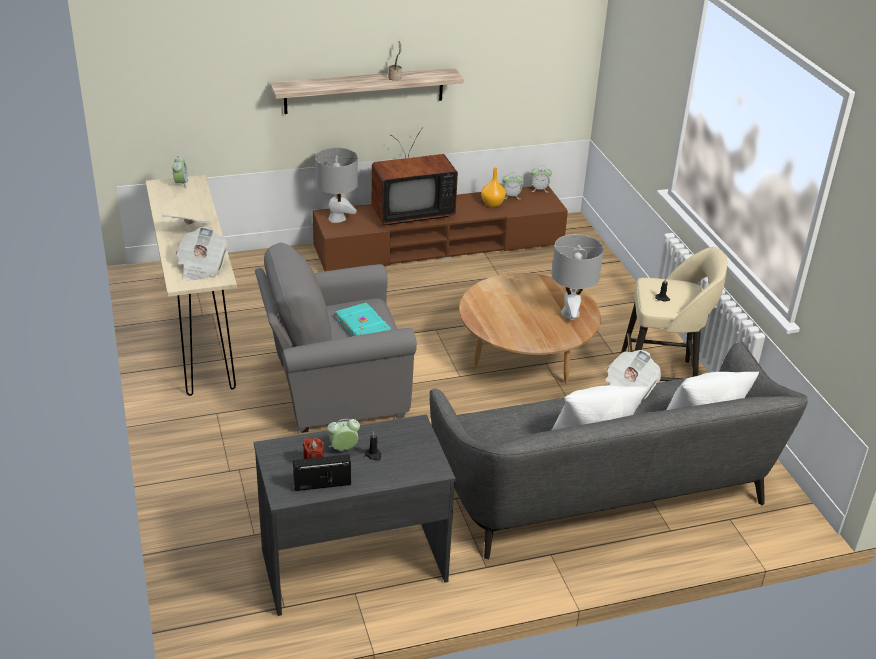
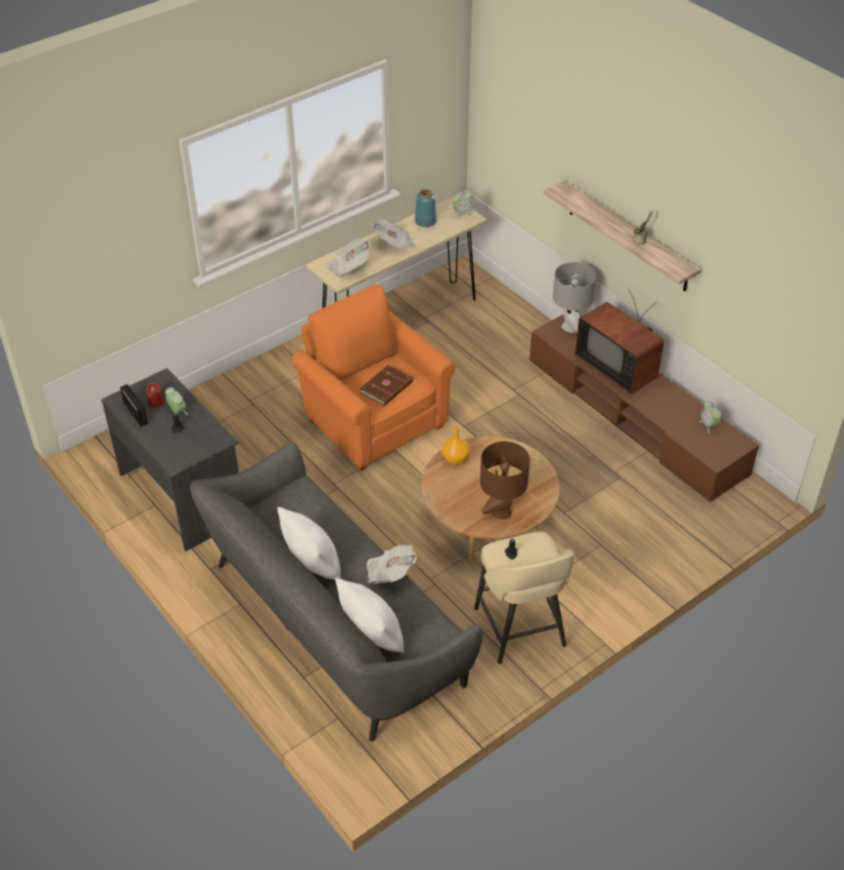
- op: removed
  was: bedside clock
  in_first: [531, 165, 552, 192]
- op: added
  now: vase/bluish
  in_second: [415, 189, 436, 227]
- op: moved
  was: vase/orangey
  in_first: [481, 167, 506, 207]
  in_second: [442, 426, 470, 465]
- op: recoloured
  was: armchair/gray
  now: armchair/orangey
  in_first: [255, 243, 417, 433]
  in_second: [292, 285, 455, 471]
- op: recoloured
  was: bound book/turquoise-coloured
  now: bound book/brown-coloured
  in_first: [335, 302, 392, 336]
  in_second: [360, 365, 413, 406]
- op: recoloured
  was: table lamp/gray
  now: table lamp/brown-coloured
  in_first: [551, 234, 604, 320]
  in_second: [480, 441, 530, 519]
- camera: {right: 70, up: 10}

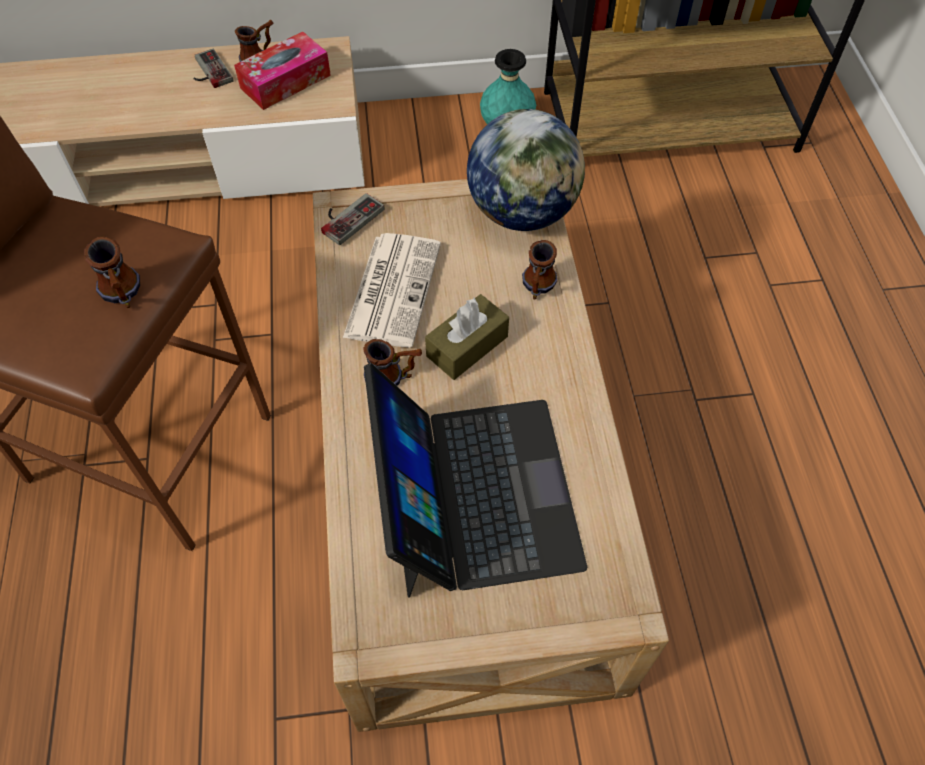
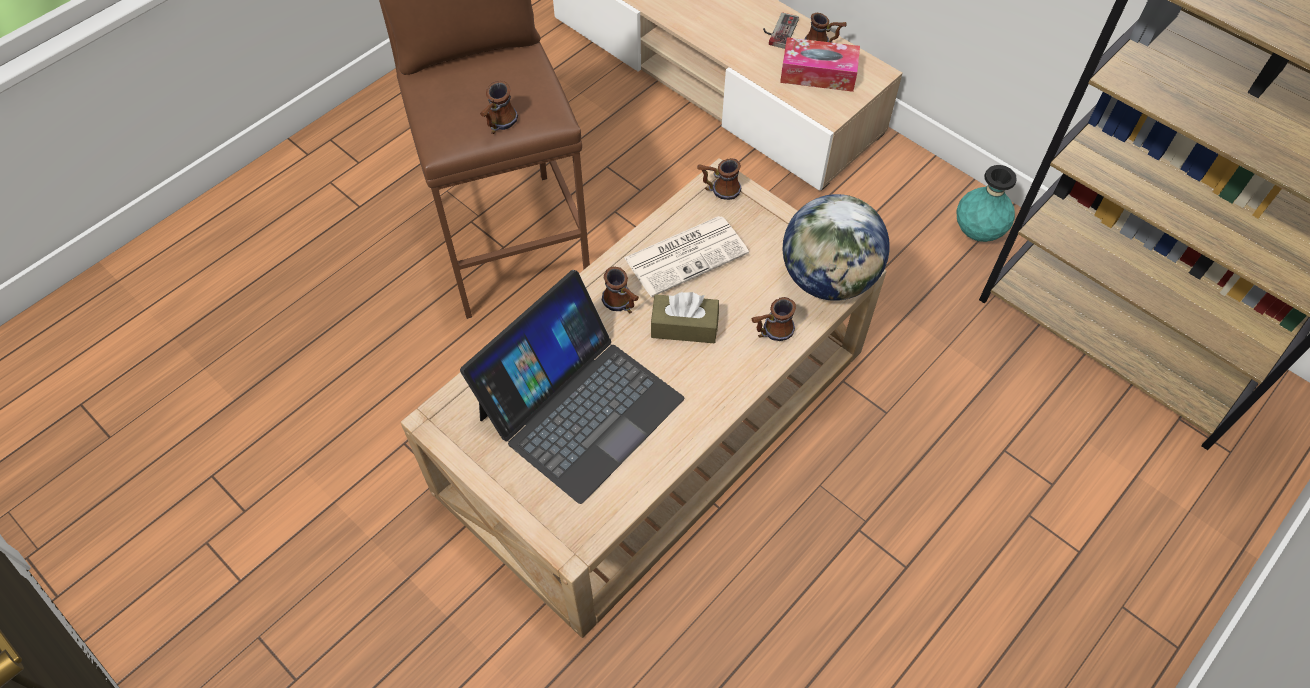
- op: replaced
  was: joypad
  now: mug
  in_first: [321, 193, 385, 245]
  in_second: [697, 158, 741, 200]
- camera: {right: 50, up: 0}

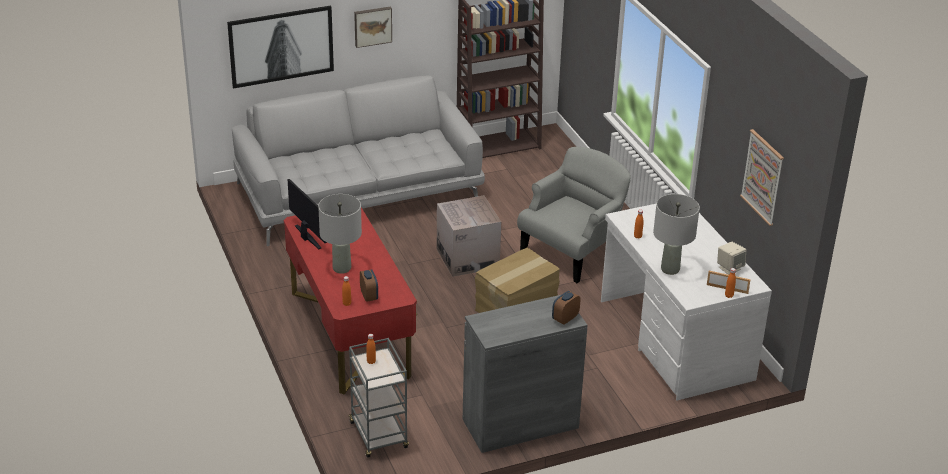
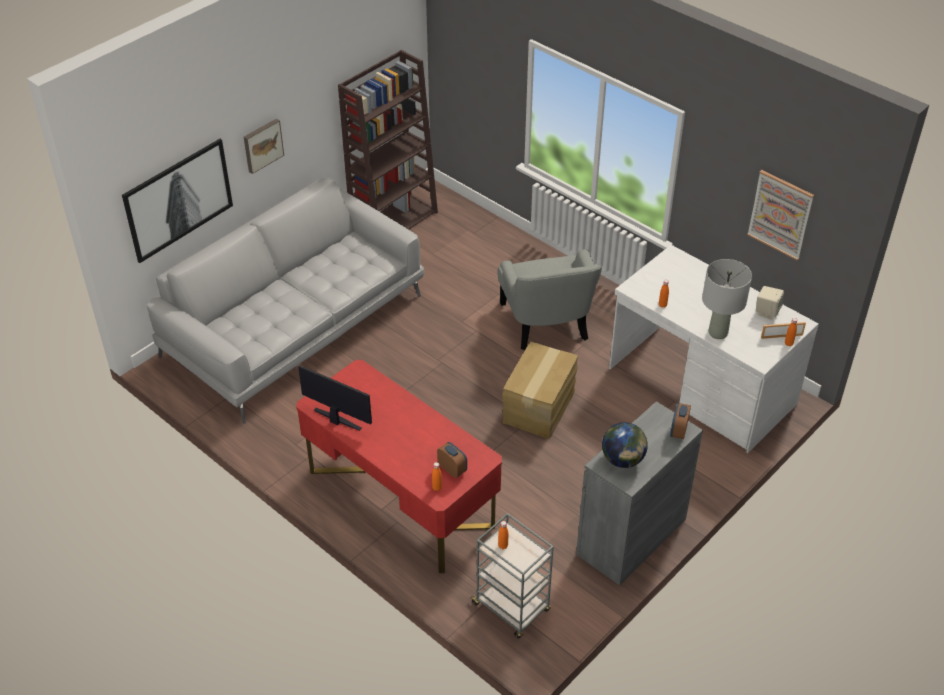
- op: removed
  was: table lamp/gray
  in_first: [318, 194, 362, 274]
- op: removed
  was: packing box
  in_first: [437, 195, 501, 277]
- op: added
  now: world globe
  in_second: [602, 422, 648, 468]
- op: turned
  was: armchair/gray
  in_first: [517, 147, 631, 283]
  in_second: [498, 249, 602, 350]
  clockwise: 150
- camera: {right: -25, up: 10}

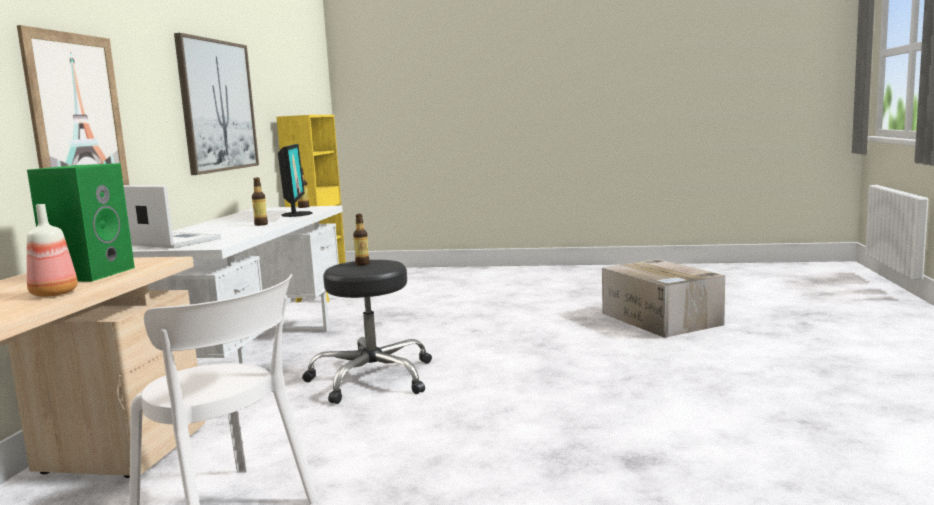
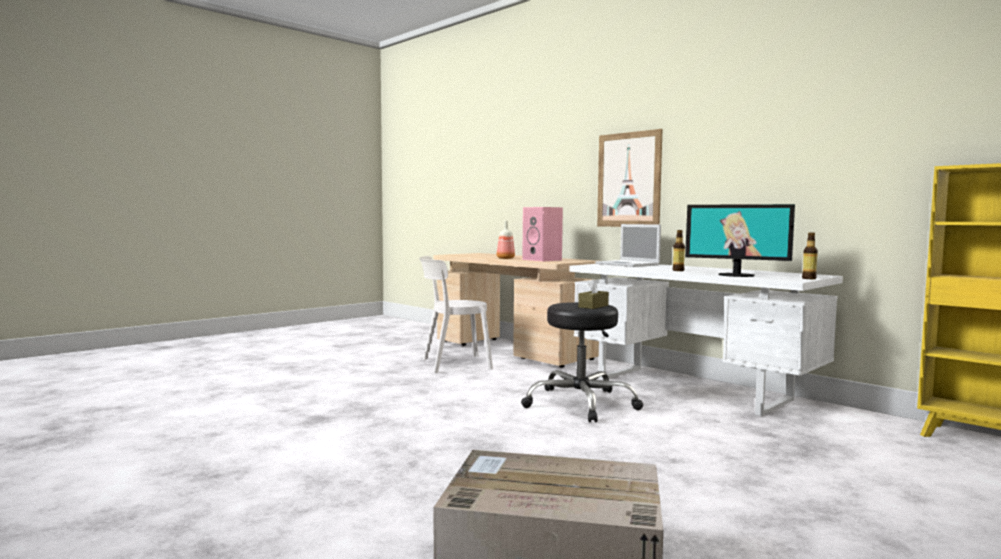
- op: removed
  was: wall art
  in_first: [174, 33, 259, 175]
- op: replaced
  was: bottle
  now: tissue box/brown-coloured
  in_first: [353, 214, 370, 265]
  in_second: [578, 279, 609, 309]
- op: recoloured
  was: loudspeaker/green-coloured
  now: loudspeaker/pink-coloured
  in_first: [27, 163, 135, 281]
  in_second: [522, 207, 563, 261]
- op: turned
  was: laptop
  in_first: [123, 185, 221, 248]
  in_second: [596, 224, 661, 267]
  clockwise: 75
- camera: {right: 125, up: -5}

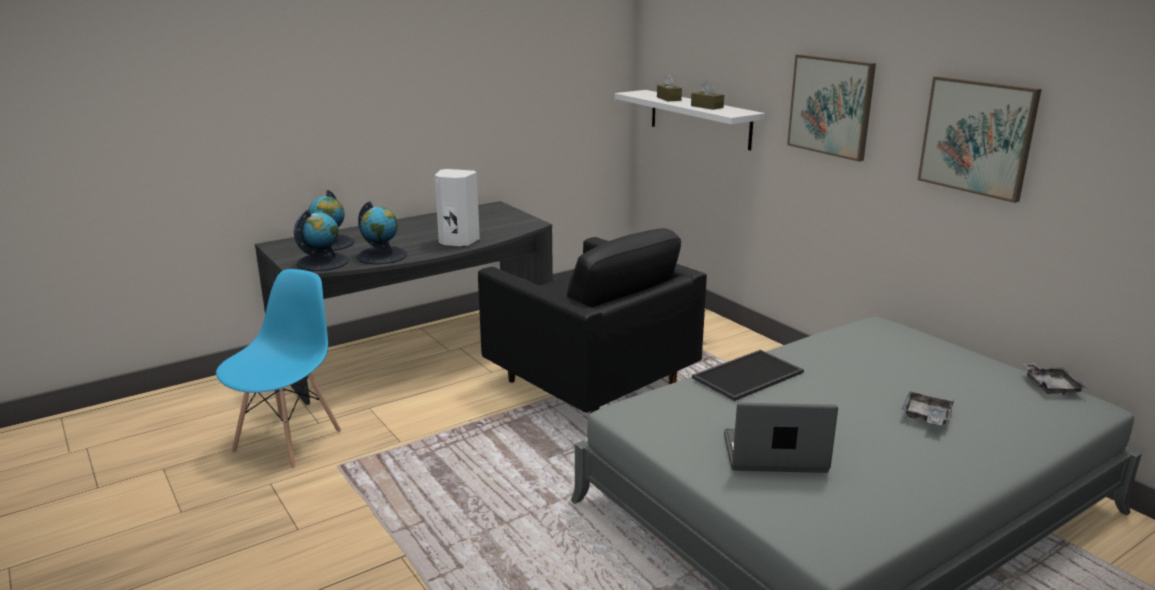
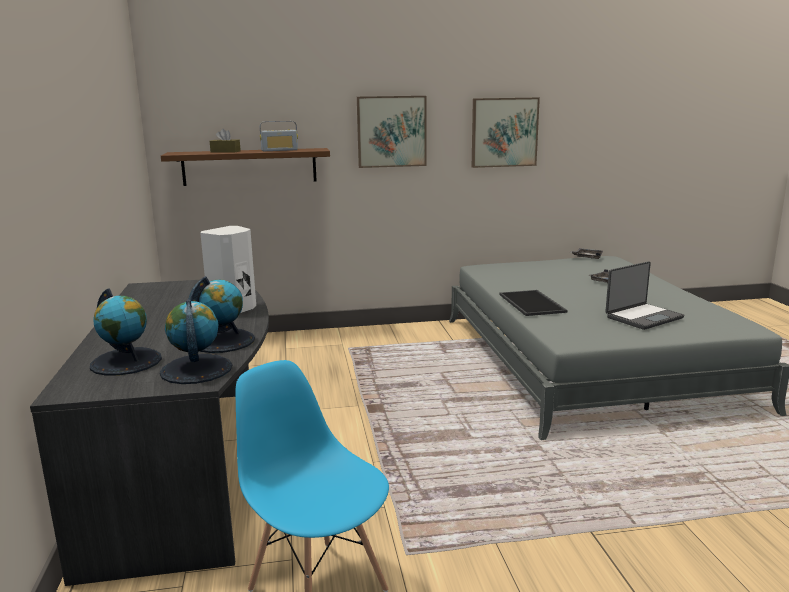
- op: removed
  was: armchair/black-coloured
  in_first: [478, 228, 707, 414]
- op: replaced
  was: tissue box/brown-coloured
  now: radio set
  in_first: [691, 81, 724, 110]
  in_second: [260, 121, 298, 151]
- op: recoloured
  was: bracket shelf/white-coloured
  now: bracket shelf/brown-coloured
  in_first: [614, 90, 765, 151]
  in_second: [161, 148, 330, 186]
- op: turned
  was: laptop
  in_first: [724, 403, 838, 473]
  in_second: [605, 261, 684, 330]
  clockwise: -150
- camera: {right: -65, up: -5}

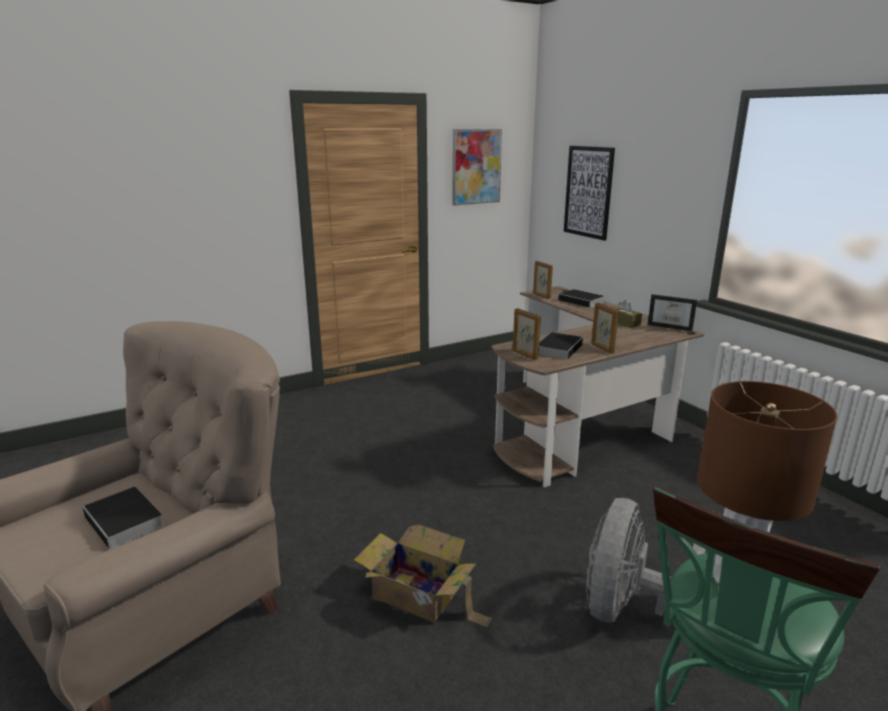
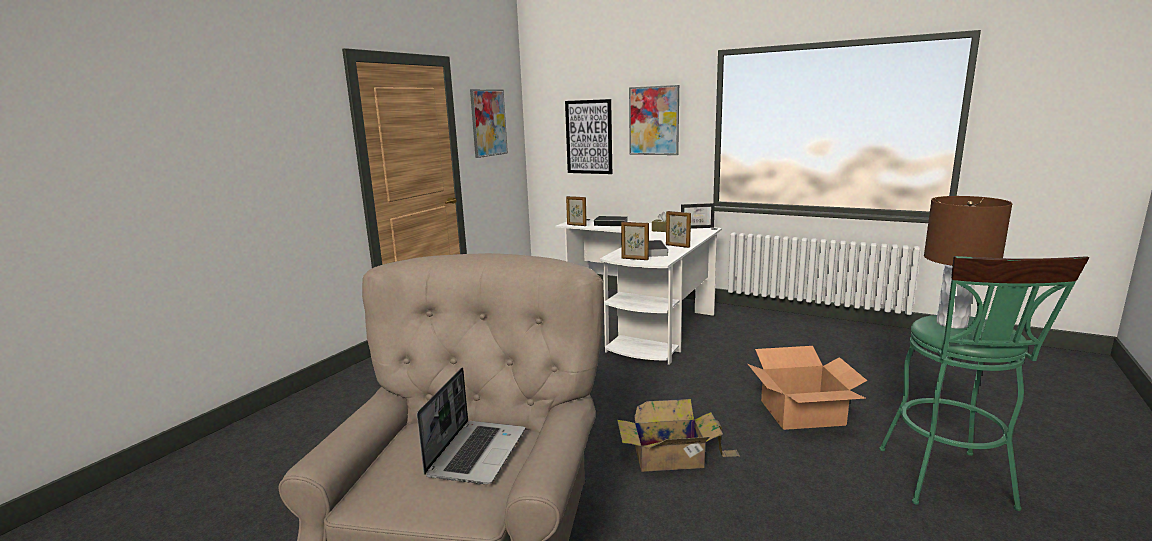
- op: added
  now: wall art
  in_second: [629, 85, 679, 155]
- op: replaced
  was: bound book
  now: laptop
  in_first: [82, 487, 164, 550]
  in_second: [417, 368, 525, 484]
- op: replaced
  was: fan/gray
  now: packing box
  in_first: [586, 498, 706, 623]
  in_second: [748, 346, 867, 430]
- op: recoloured
  was: desk unit/brown-coloured
  now: desk unit/white-coloured
  in_first: [492, 286, 704, 487]
  in_second: [555, 218, 722, 365]
- camera: {right: -30, up: -5}

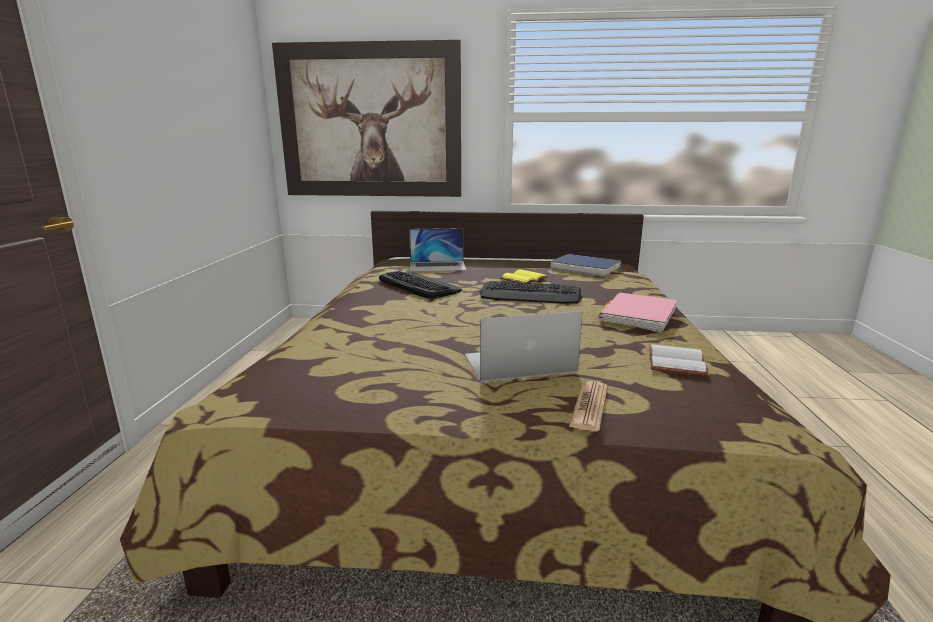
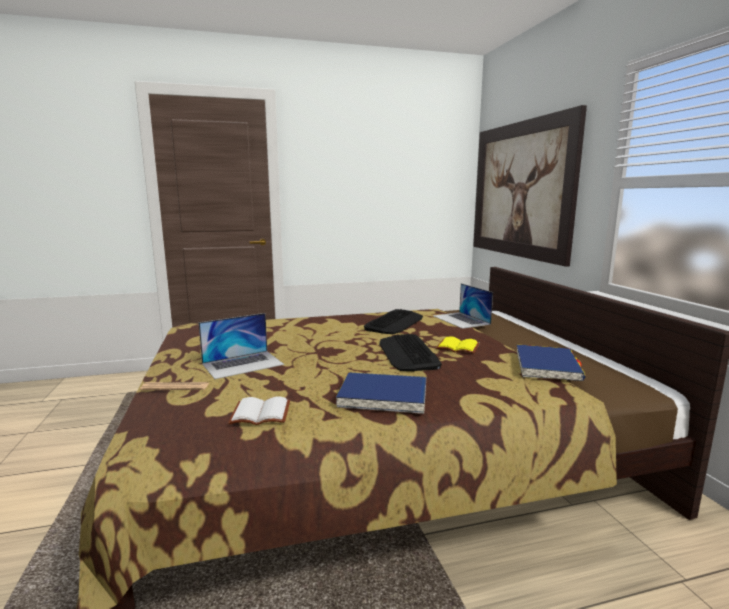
- op: recoloured
  was: bound book/pink-coloured
  now: bound book/bluish
  in_first: [598, 293, 678, 333]
  in_second: [336, 372, 426, 414]
- op: turned
  was: laptop
  in_first: [465, 311, 582, 382]
  in_second: [198, 313, 284, 379]
  clockwise: 90
- camera: {right: 70, up: -5}

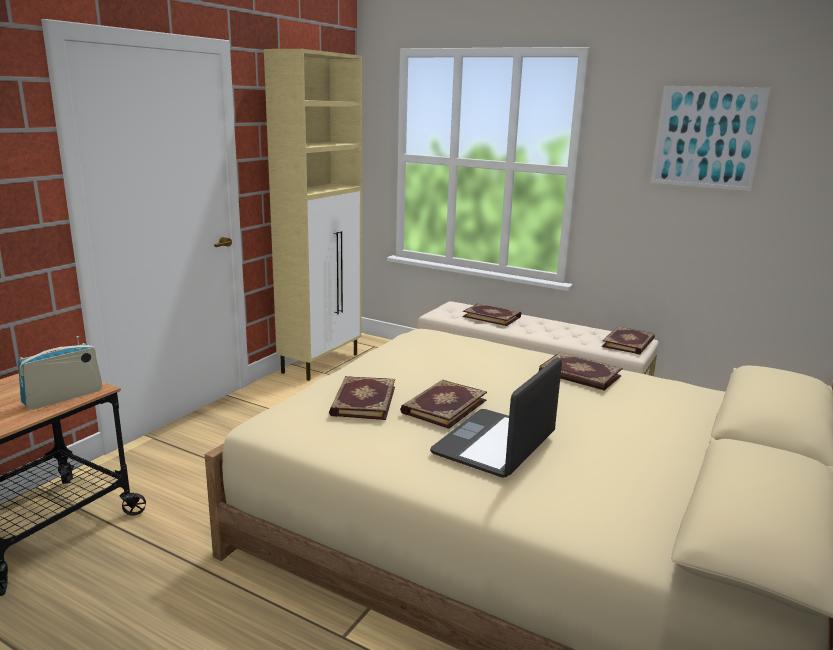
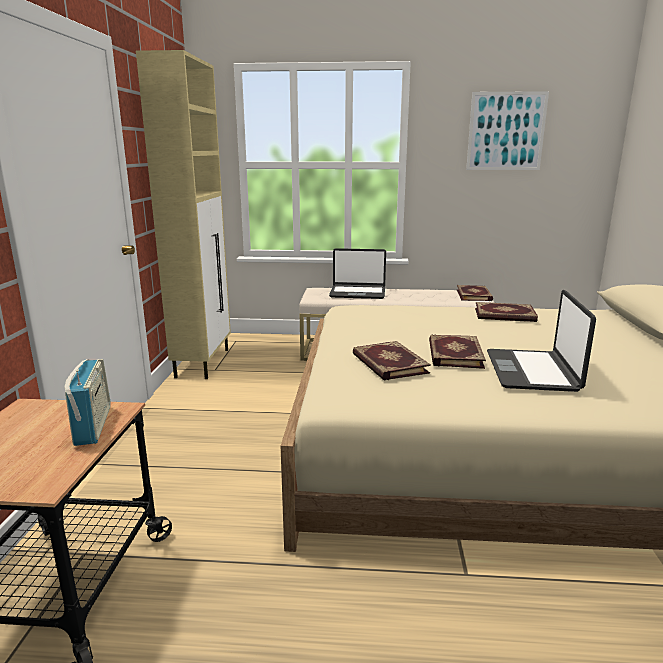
- op: replaced
  was: bound book
  now: laptop
  in_first: [463, 303, 521, 326]
  in_second: [329, 248, 386, 299]
- op: turned
  was: radio set
  in_first: [18, 336, 103, 410]
  in_second: [65, 359, 111, 446]
  clockwise: 150
- camera: {right: -25, up: 0}

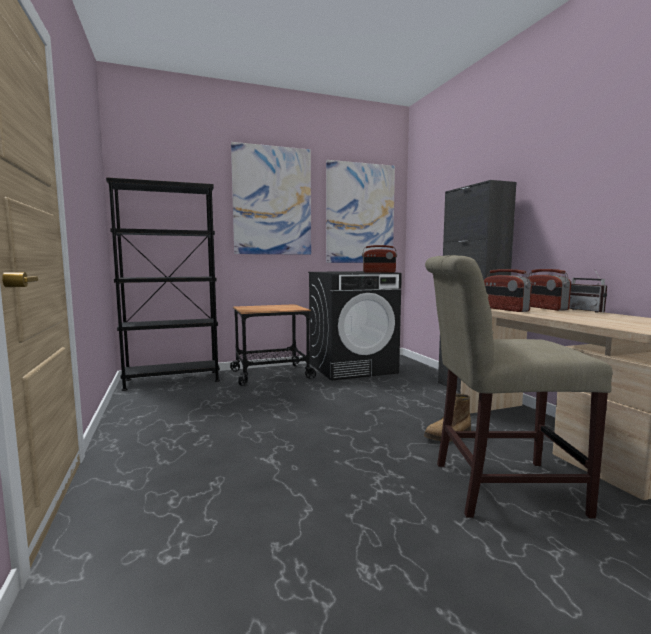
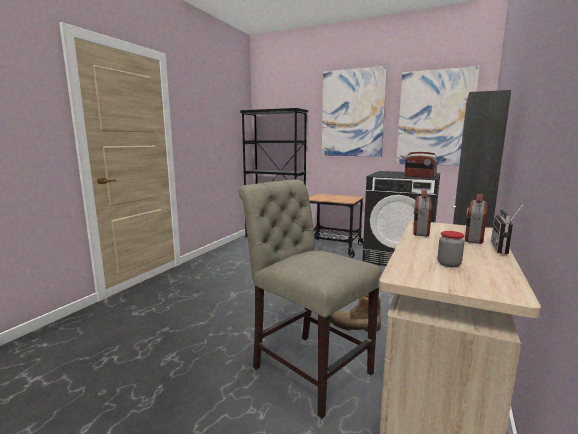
- op: added
  now: jar
  in_second: [438, 231, 464, 267]
- camera: {right: 45, up: 5}

